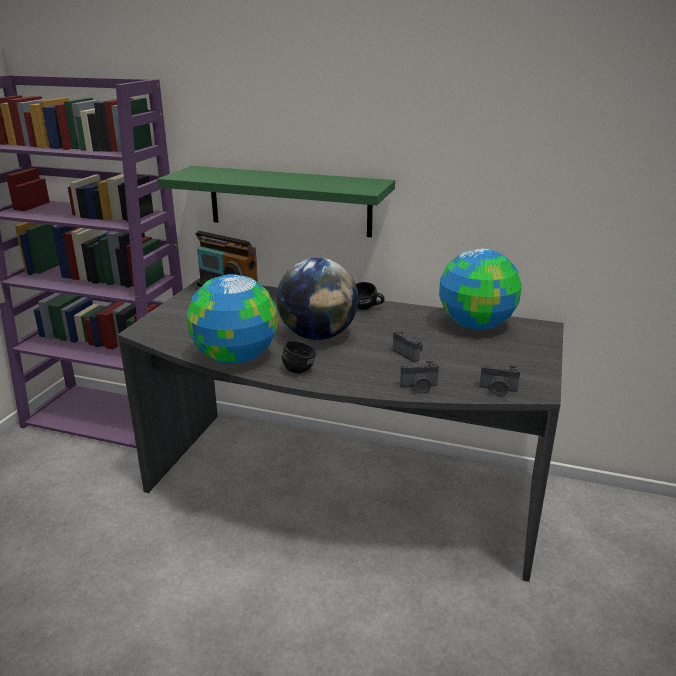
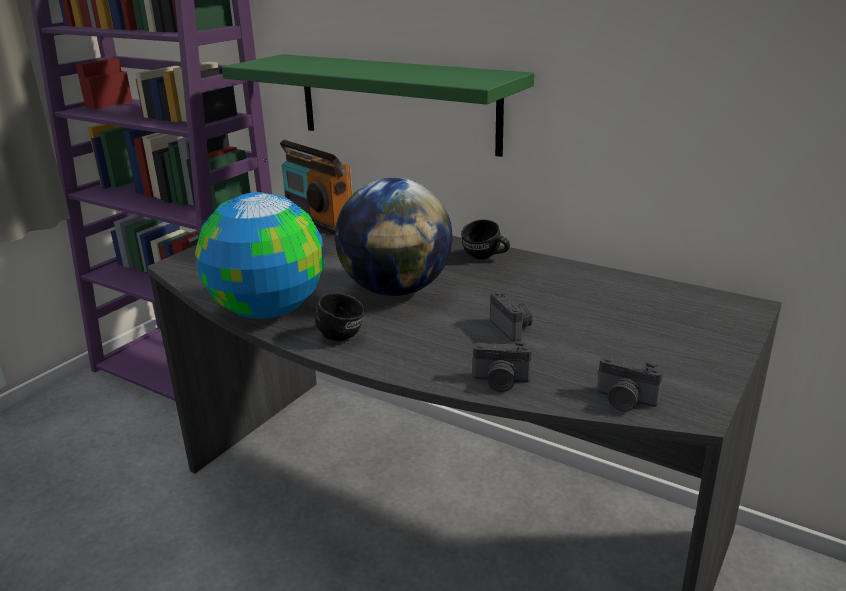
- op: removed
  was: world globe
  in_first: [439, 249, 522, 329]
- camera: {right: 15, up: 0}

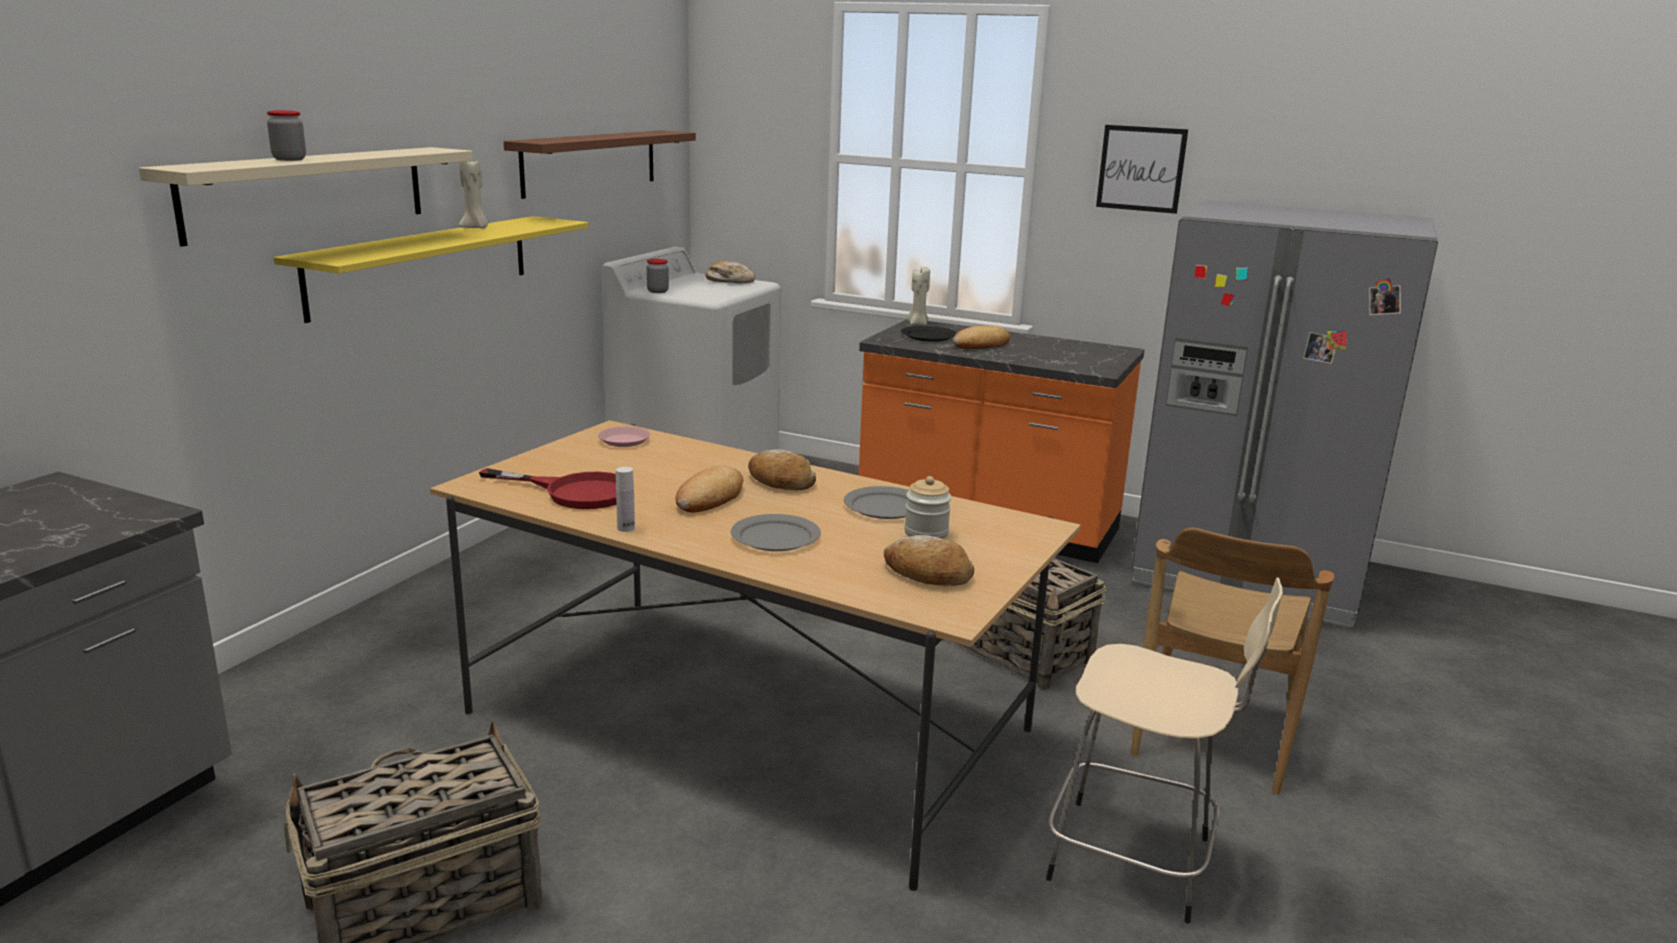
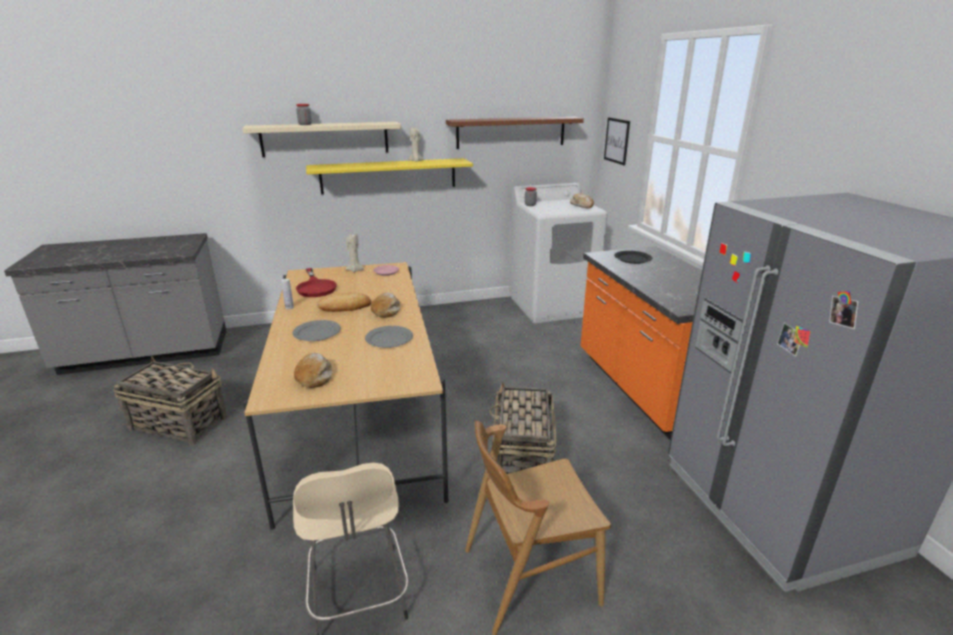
- op: removed
  was: jar
  in_first: [904, 476, 952, 539]
- op: removed
  was: baked bread
  in_first: [953, 325, 1010, 349]
- op: moved
  was: wax light/sand-coloured
  in_first: [907, 267, 930, 326]
  in_second: [346, 234, 364, 273]
- op: moved
  was: wall art
  in_first: [1096, 125, 1188, 214]
  in_second: [604, 117, 630, 165]
- camera: {right: 50, up: 5}

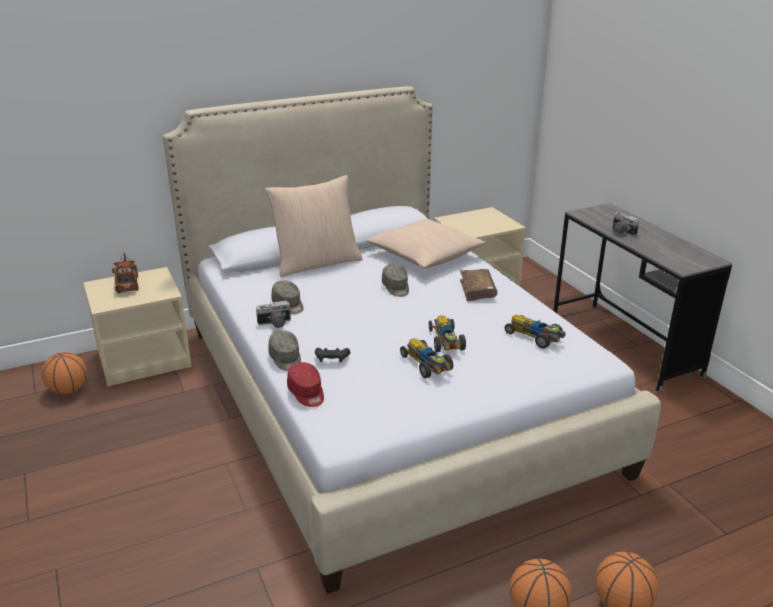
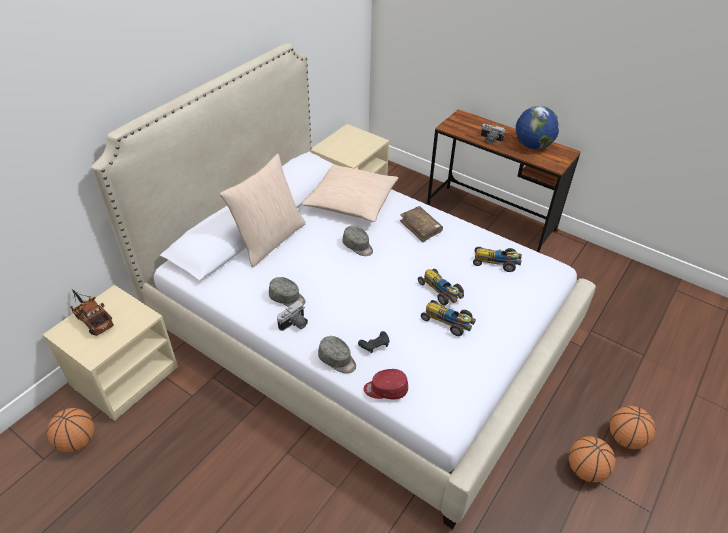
- op: added
  now: world globe
  in_second: [516, 106, 559, 149]
- op: recoloured
  was: desk unit/gray
  now: desk unit/brown-coloured
  in_first: [554, 203, 732, 393]
  in_second: [427, 109, 581, 253]
- op: turned
  was: peaked cap/reddish
  in_first: [287, 362, 324, 407]
  in_second: [364, 369, 408, 399]
  clockwise: 150
- camera: {right: -30, up: 15}

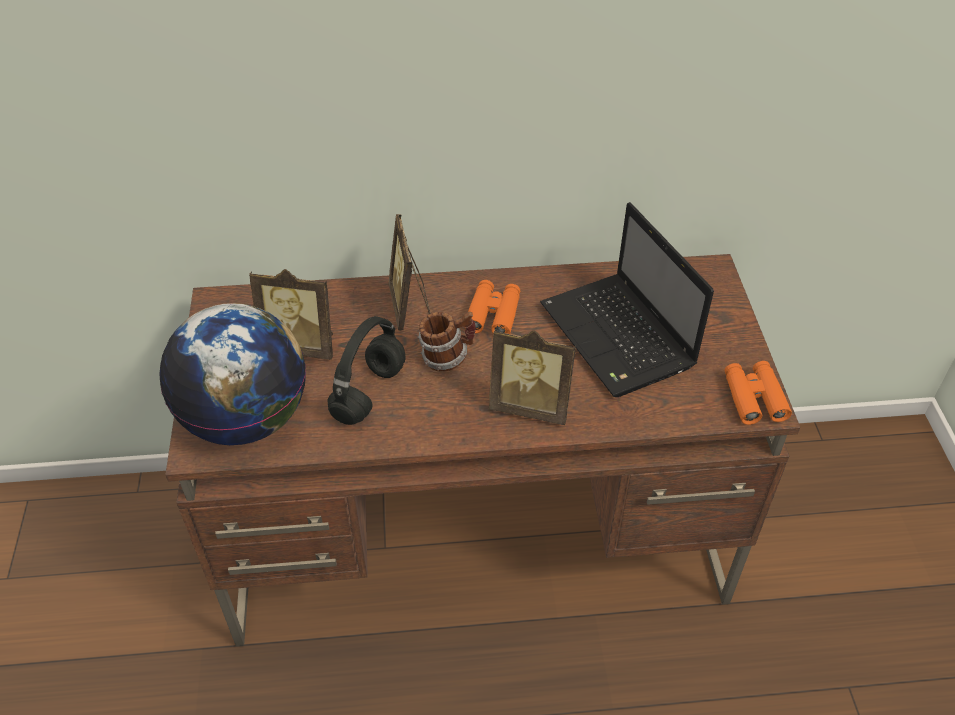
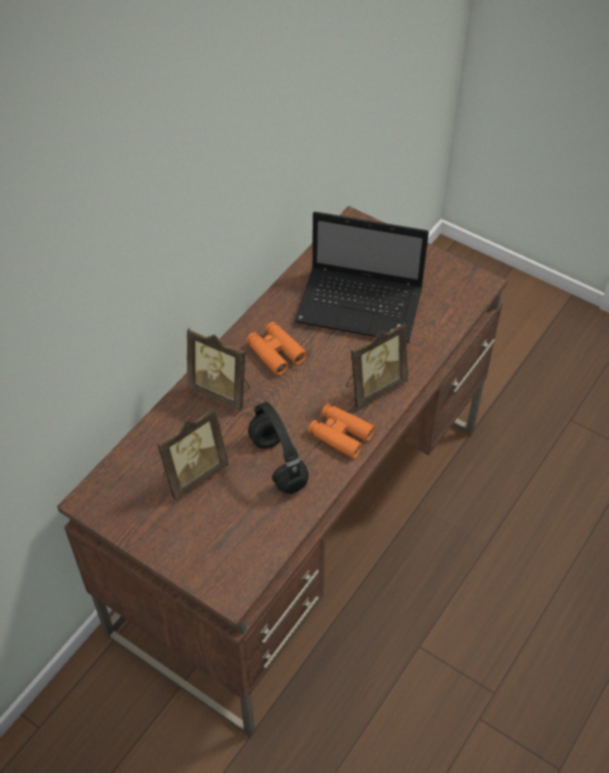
- op: removed
  was: world globe
  in_first: [159, 303, 306, 445]
- op: removed
  was: mug
  in_first: [418, 312, 476, 372]
- op: moved
  was: field glasses/orangey
  in_first: [725, 361, 792, 425]
  in_second: [308, 403, 375, 459]
- camera: {right: -50, up: 5}

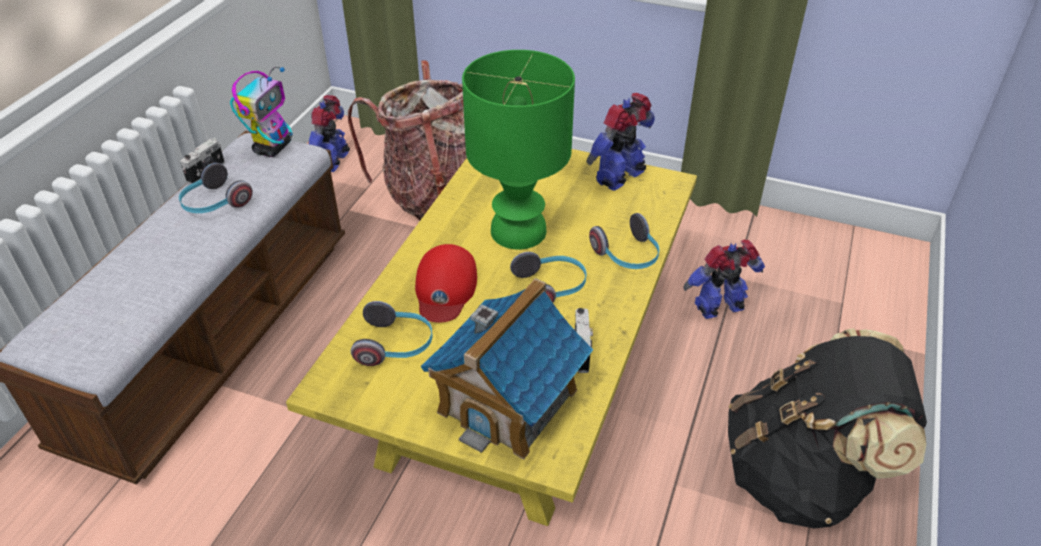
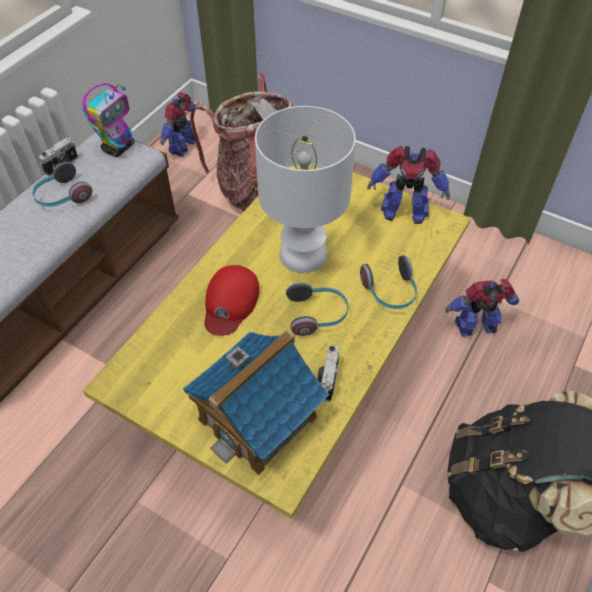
- op: removed
  was: pair of headphones
  in_first: [351, 301, 433, 366]
- op: recoloured
  was: table lamp/green-coloured
  now: table lamp/white-coloured
  in_first: [462, 50, 575, 250]
  in_second: [255, 106, 356, 273]
- op: turned
  was: toy robot
  in_first: [586, 93, 655, 191]
  in_second: [367, 146, 450, 224]
  clockwise: -135
- camera: {right: 10, up: 10}

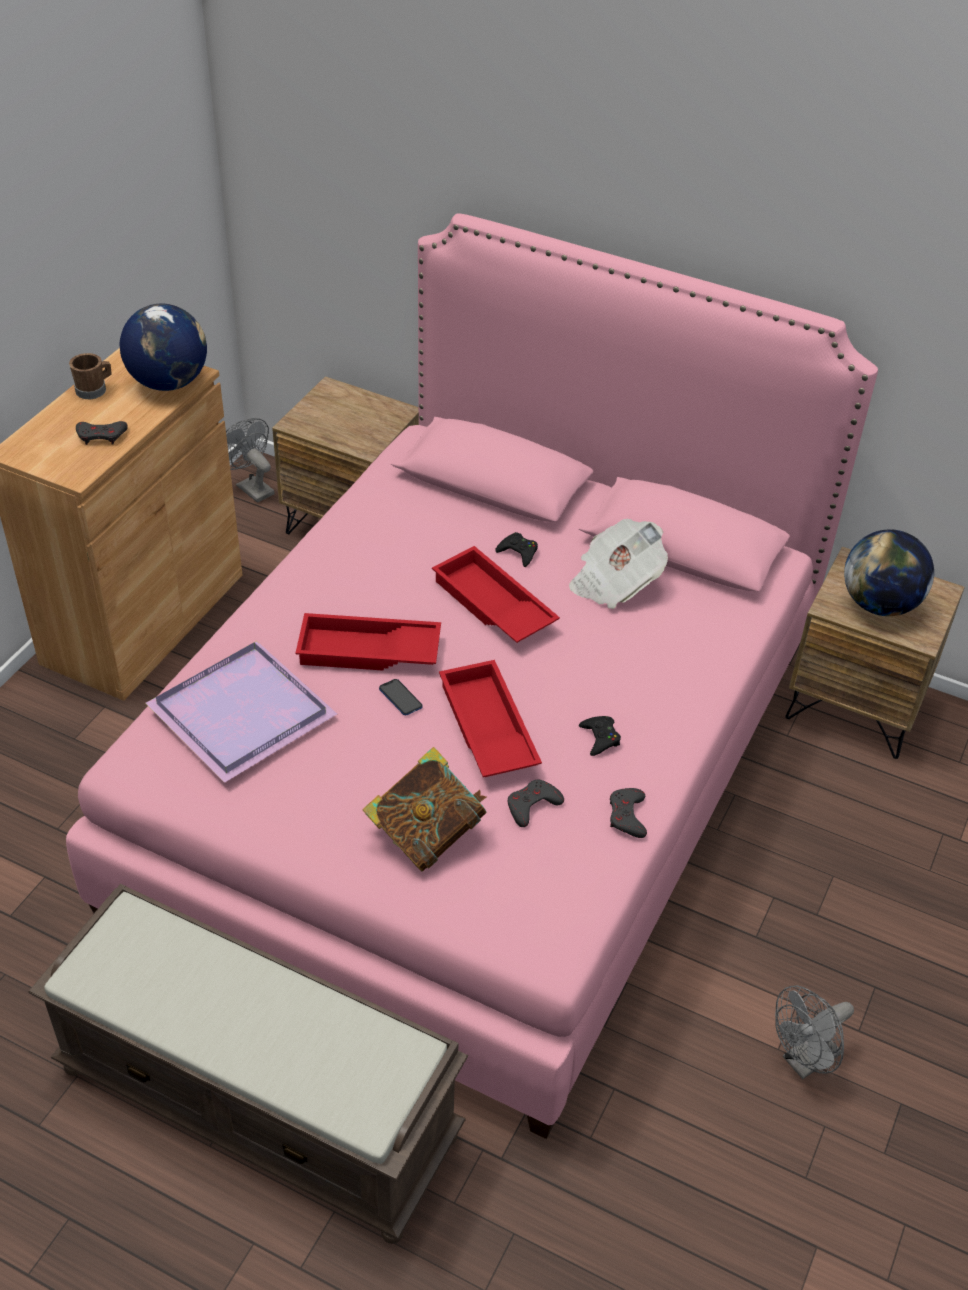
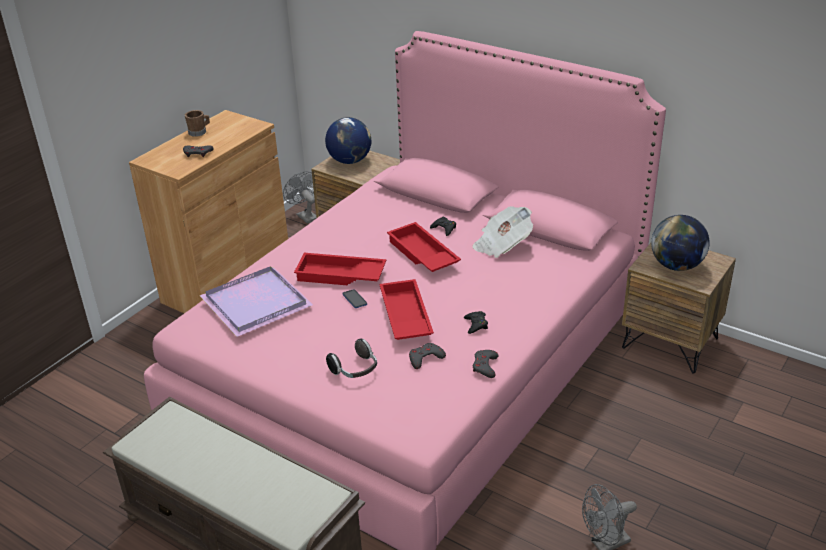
- op: moved
  was: world globe
  in_first: [120, 304, 207, 391]
  in_second: [325, 117, 371, 164]
- op: replaced
  was: bound book
  now: pair of headphones
  in_first: [363, 747, 487, 872]
  in_second: [326, 339, 377, 378]
- camera: {right: 10, up: -10}

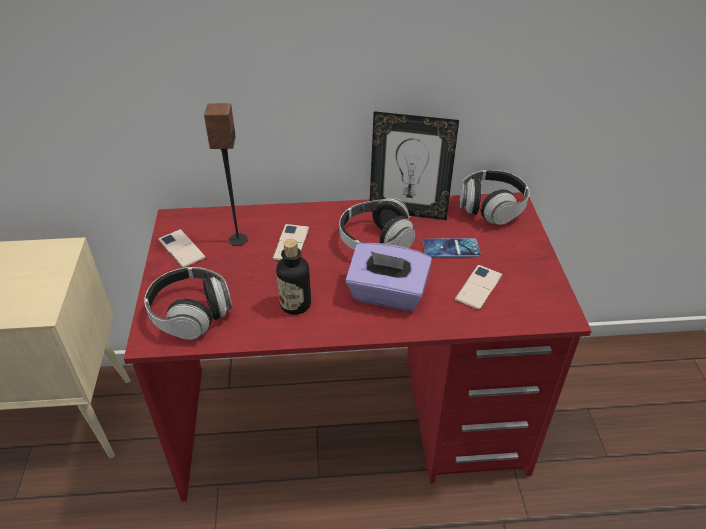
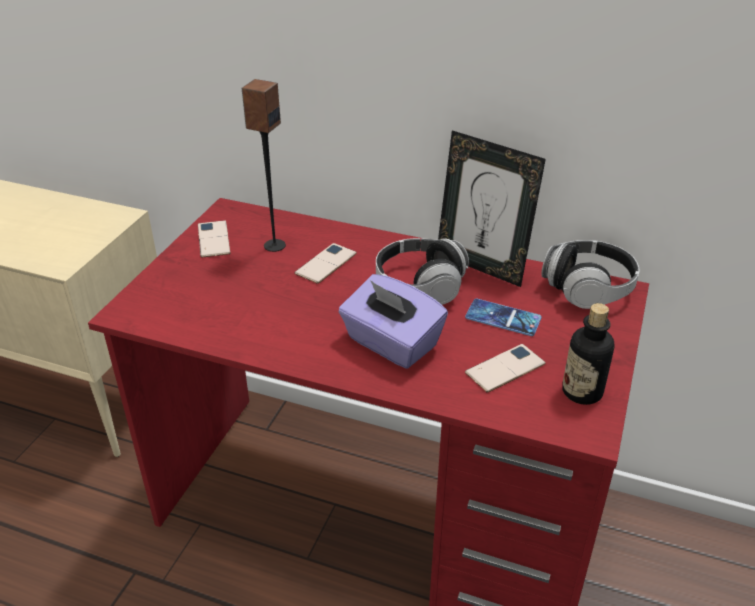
- op: removed
  was: pair of headphones
  in_first: [144, 267, 233, 340]
- op: moved
  was: bottle
  in_first: [276, 239, 311, 315]
  in_second: [562, 303, 615, 405]
- camera: {right: 25, up: -5}

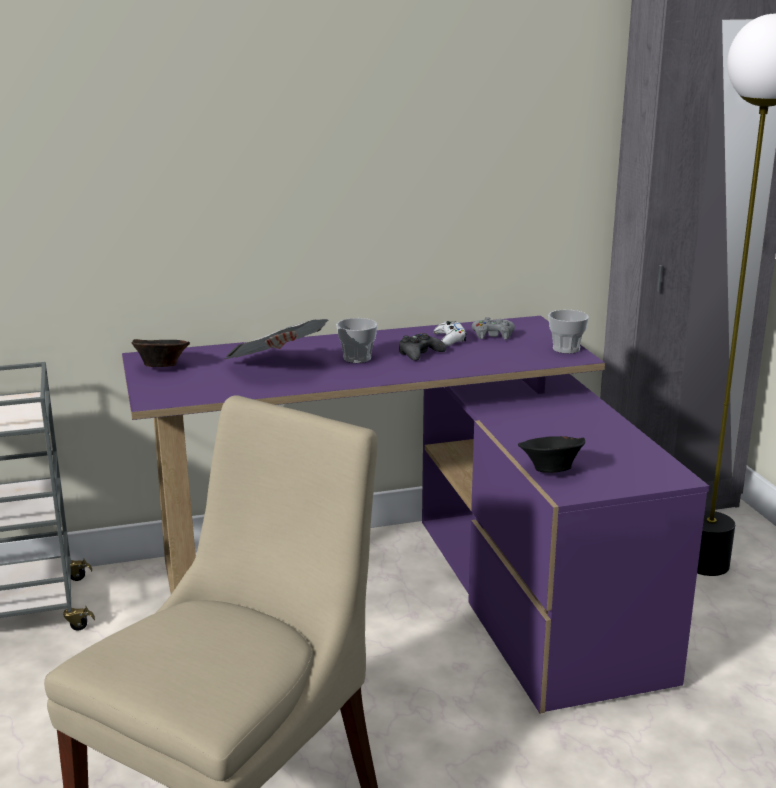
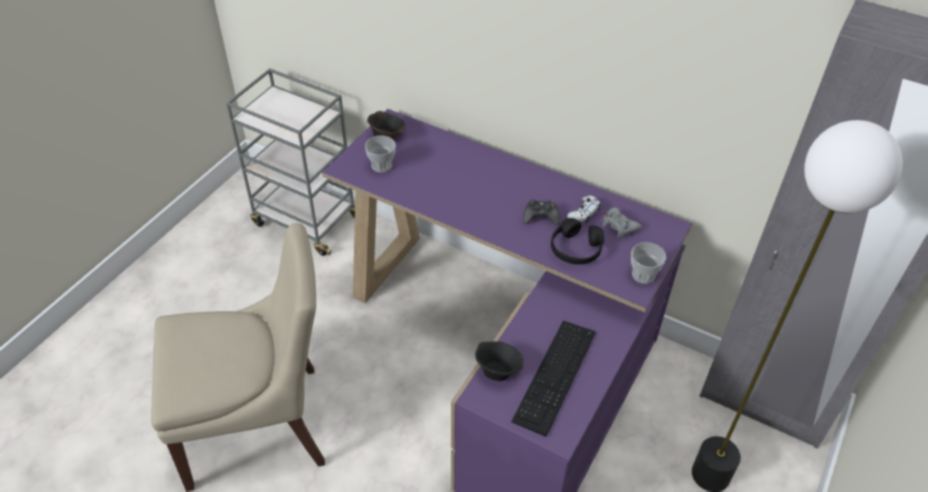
- op: removed
  was: printed paper
  in_first: [224, 319, 329, 359]
- op: added
  now: PC keyboard
  in_second: [511, 321, 596, 437]
- op: added
  now: pair of headphones/black-coloured
  in_second: [551, 218, 604, 265]
- op: moved
  was: drinking cup
  in_first: [336, 318, 378, 363]
  in_second: [365, 135, 396, 173]
- camera: {right: 45, up: 25}

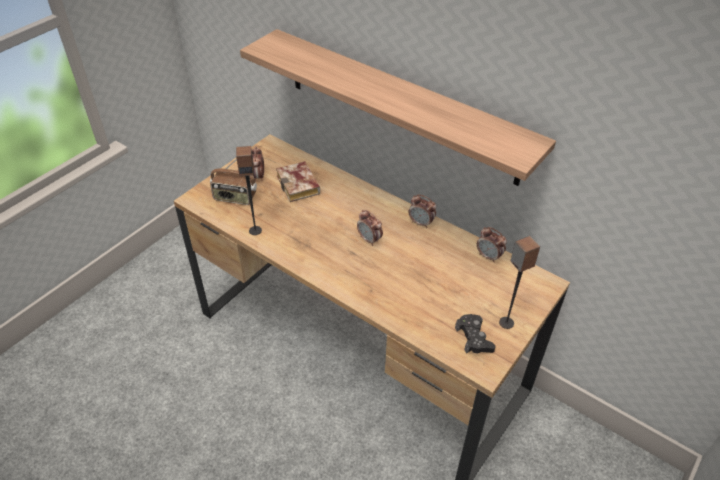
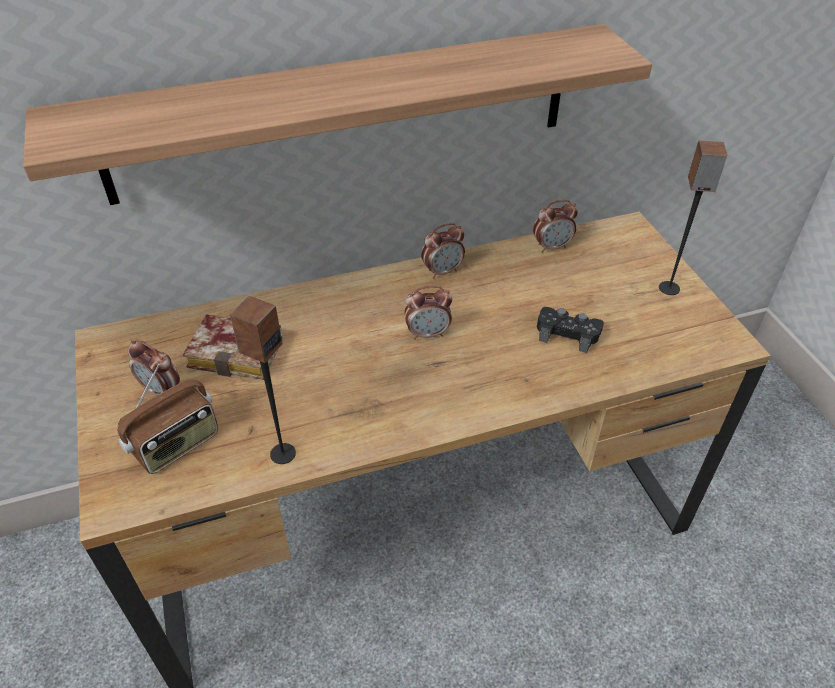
- op: moved
  was: joypad/black-coloured
  in_first: [455, 314, 496, 354]
  in_second: [537, 307, 604, 353]
- camera: {right: -55, up: 0}

